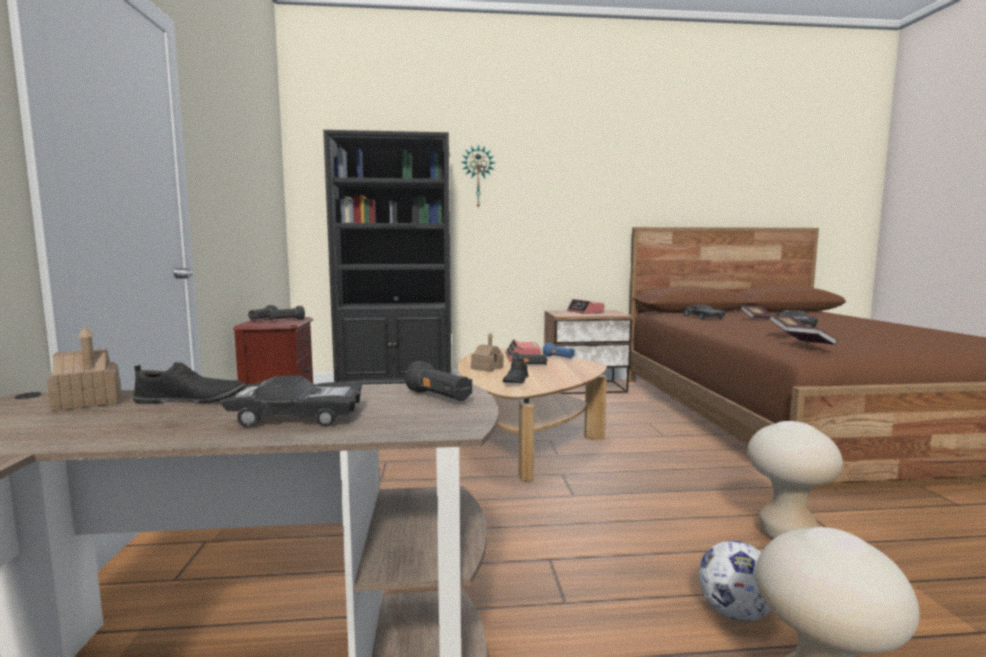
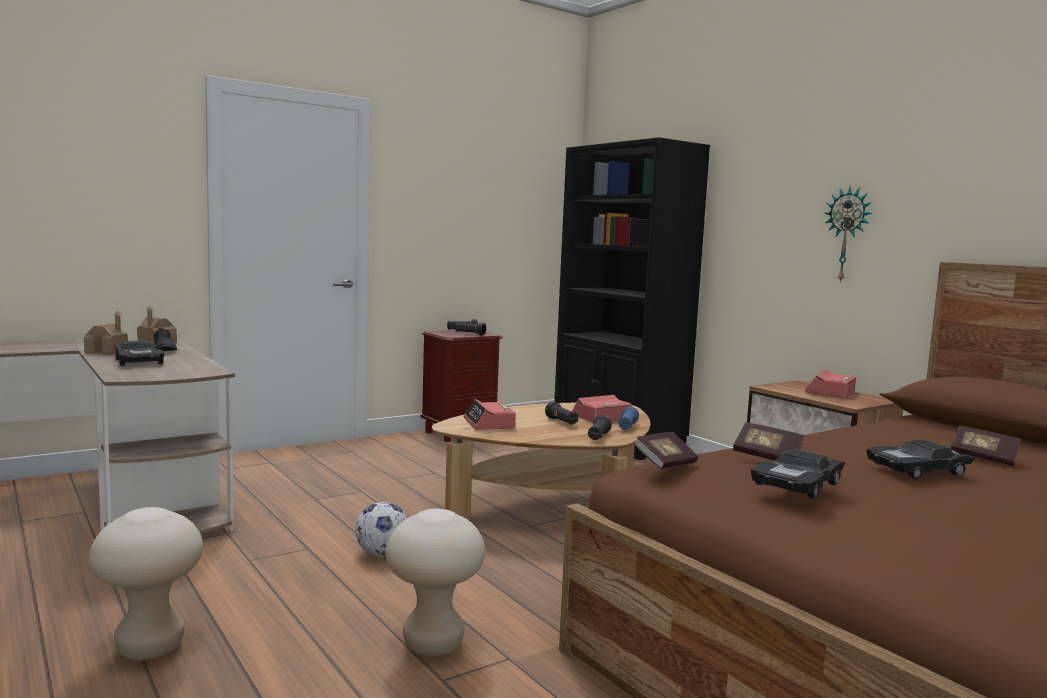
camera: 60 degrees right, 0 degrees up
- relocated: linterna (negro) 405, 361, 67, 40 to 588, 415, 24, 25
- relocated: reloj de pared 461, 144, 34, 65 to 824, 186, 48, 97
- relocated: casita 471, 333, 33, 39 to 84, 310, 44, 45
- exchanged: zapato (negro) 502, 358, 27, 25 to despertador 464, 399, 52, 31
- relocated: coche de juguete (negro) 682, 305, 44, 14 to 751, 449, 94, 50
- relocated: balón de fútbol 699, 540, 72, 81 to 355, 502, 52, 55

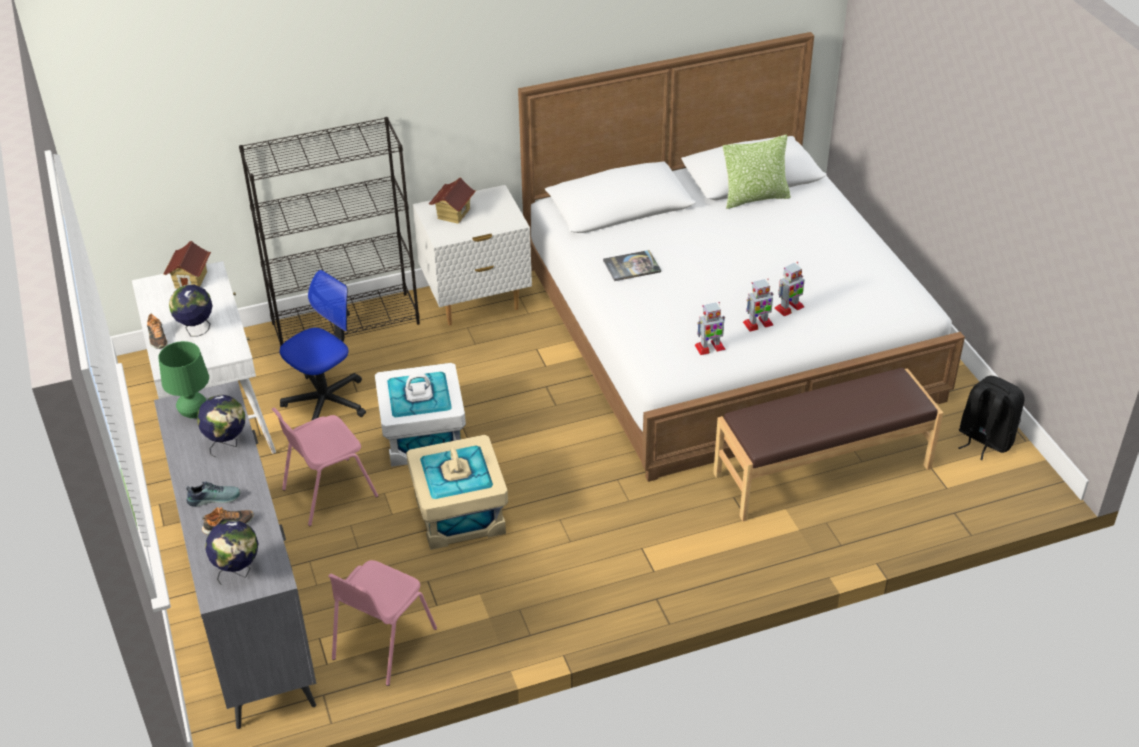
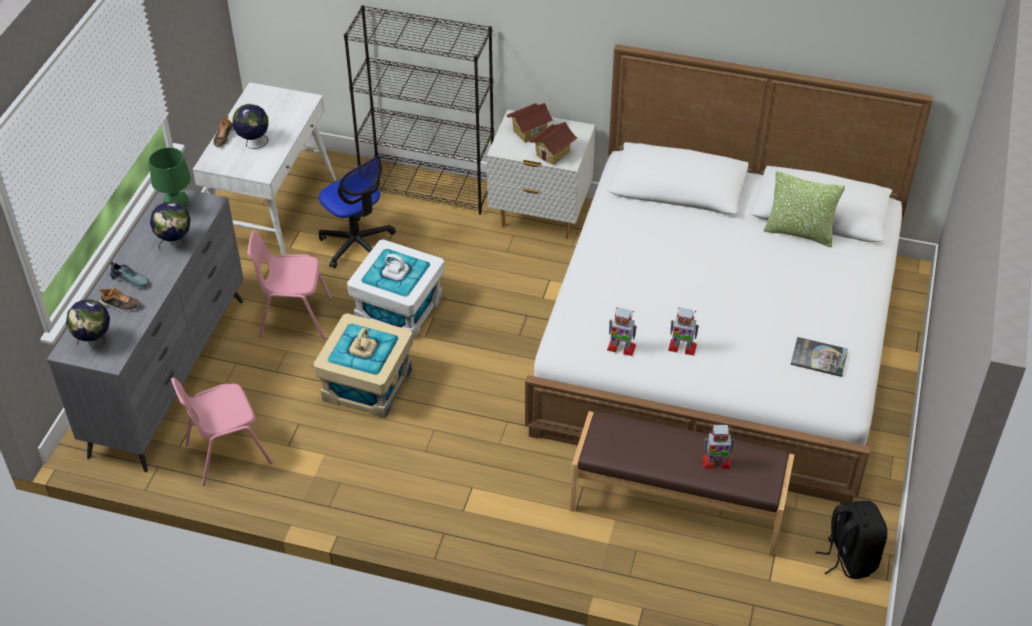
camera: 35 degrees right, 5 degrees up
- relocated: casita 164, 241, 47, 48 to 529, 122, 48, 43
- spun: silla de oficina 280, 270, 86, 151 = 319, 156, 77, 112 60 degrees clockwise
- relocated: libro 603, 250, 58, 31 to 791, 337, 57, 40
- relocated: robot de juguete 774, 262, 31, 54 to 703, 425, 32, 44

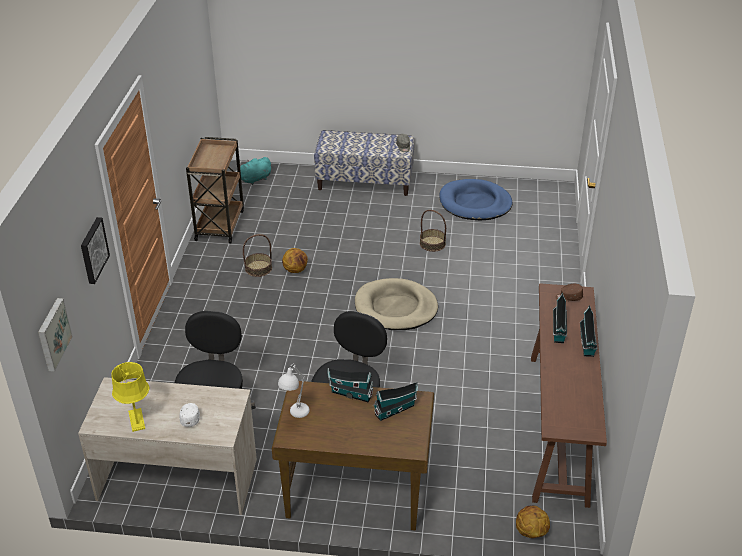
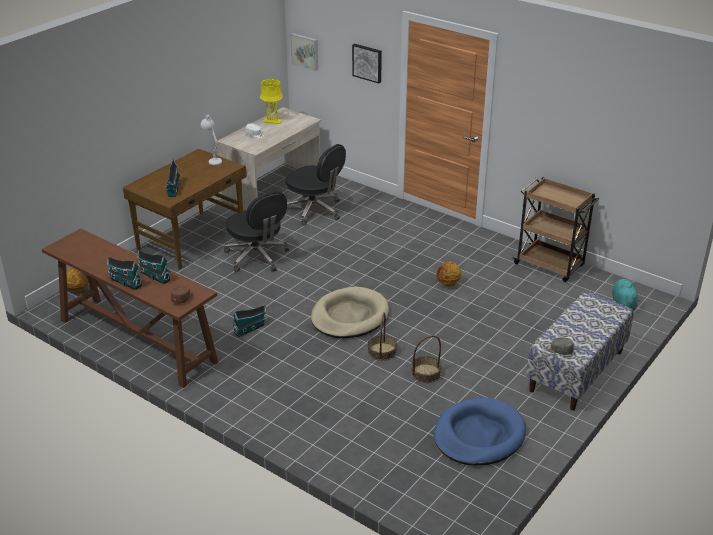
camera: 120 degrees right, 5 degrees down
- relocated: cesta 243, 234, 29, 43 to 368, 312, 29, 49
- relocated: casita 327, 368, 47, 34 to 232, 305, 34, 32

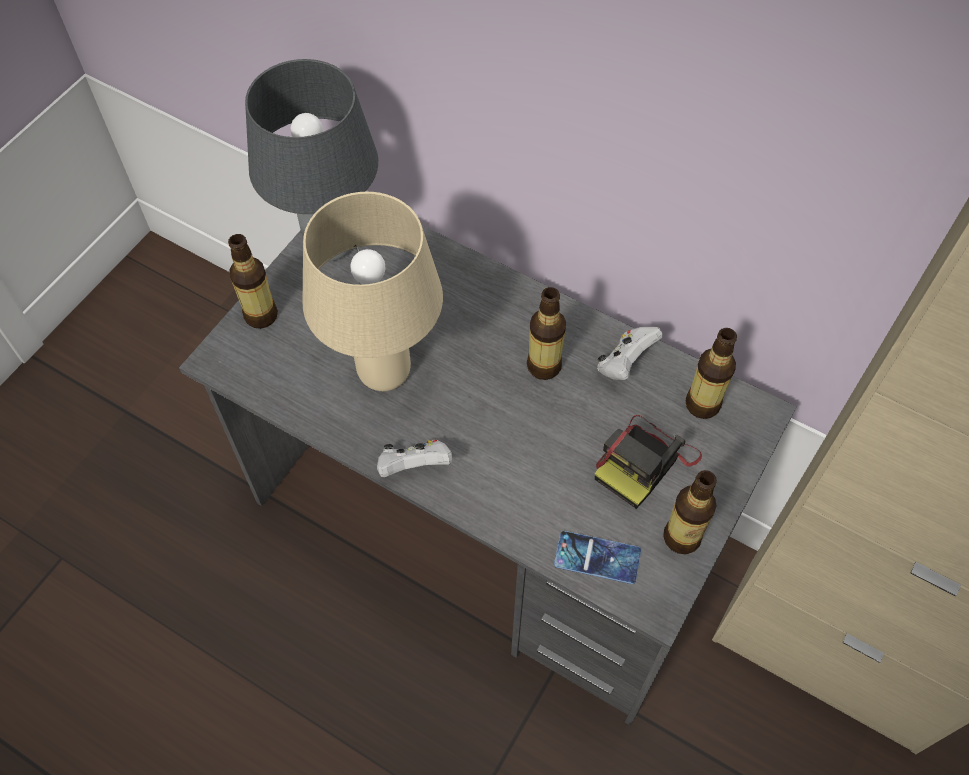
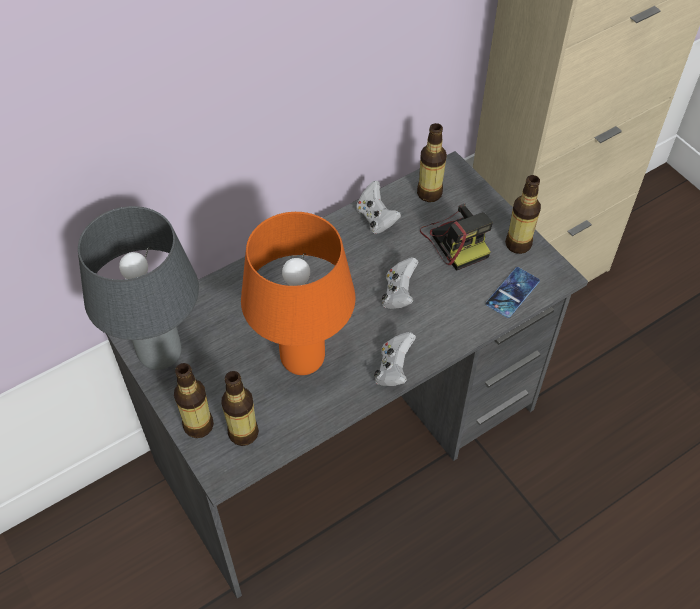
camera: 65 degrees left, 5 degrees down
- colour: lámpara de mesa (beis) 303, 192, 140, 199 to lámpara de mesa (naranja) 241, 212, 114, 163
- relocated: botella 527, 287, 39, 93 to 221, 371, 38, 75
- appeared: mando de consola (blanco) 382, 257, 37, 52

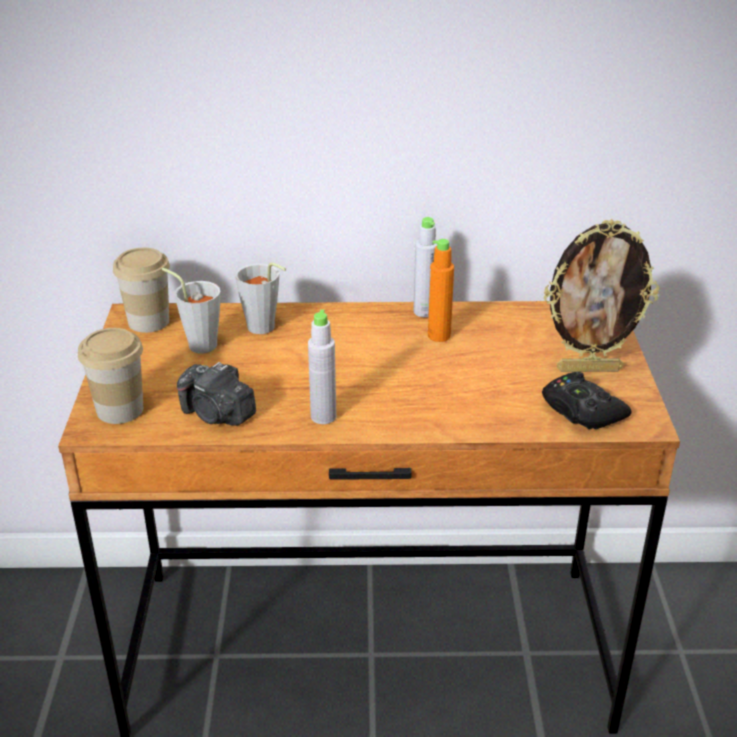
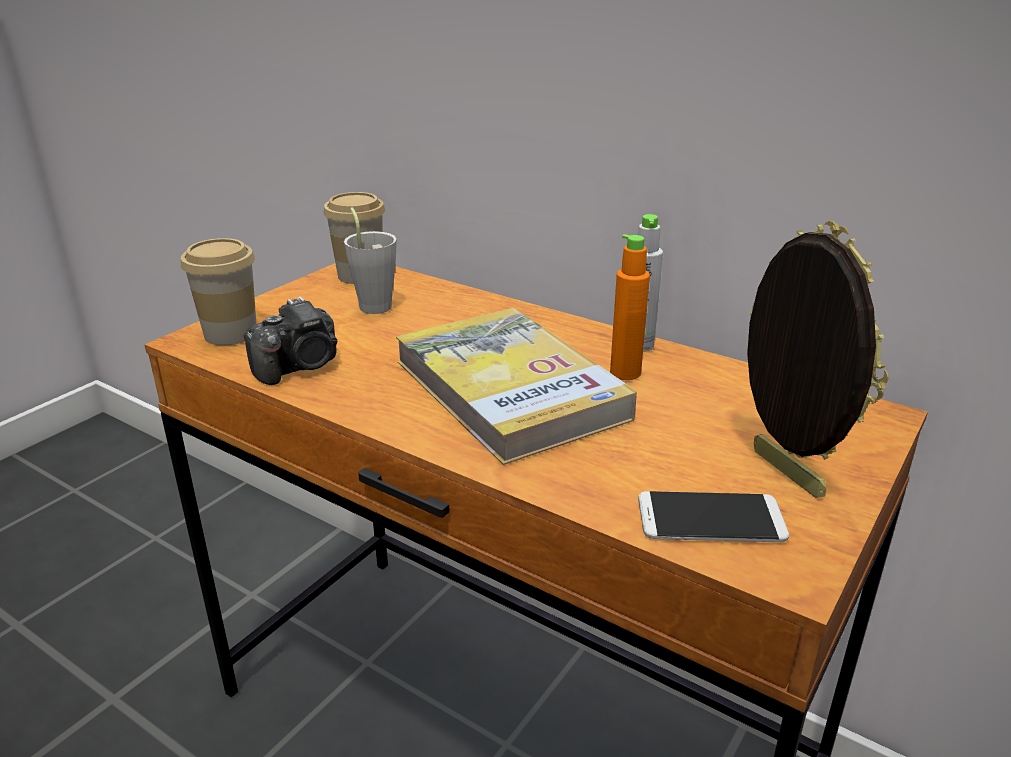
camera: 35 degrees right, 5 degrees down
- spun: cámara 177, 362, 79, 64 = 244, 296, 93, 89 105 degrees counterclockwise
- missing: taza (gris) 235, 263, 51, 71
- missing: botella (gris) 308, 309, 28, 115
- exchanged: mando de consola (negro) 542, 372, 89, 57 to móvil 638, 491, 151, 51
- spun: portarretratos 544, 219, 115, 153 = 747, 221, 141, 277 150 degrees counterclockwise
- appeared: libro 396, 308, 241, 157

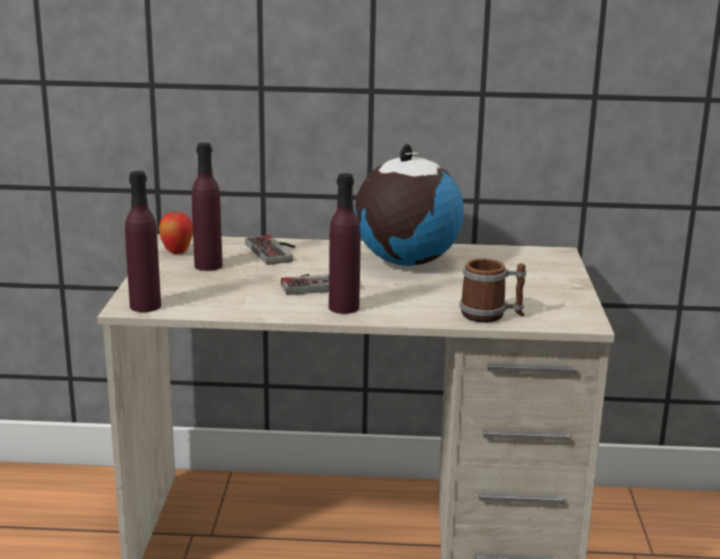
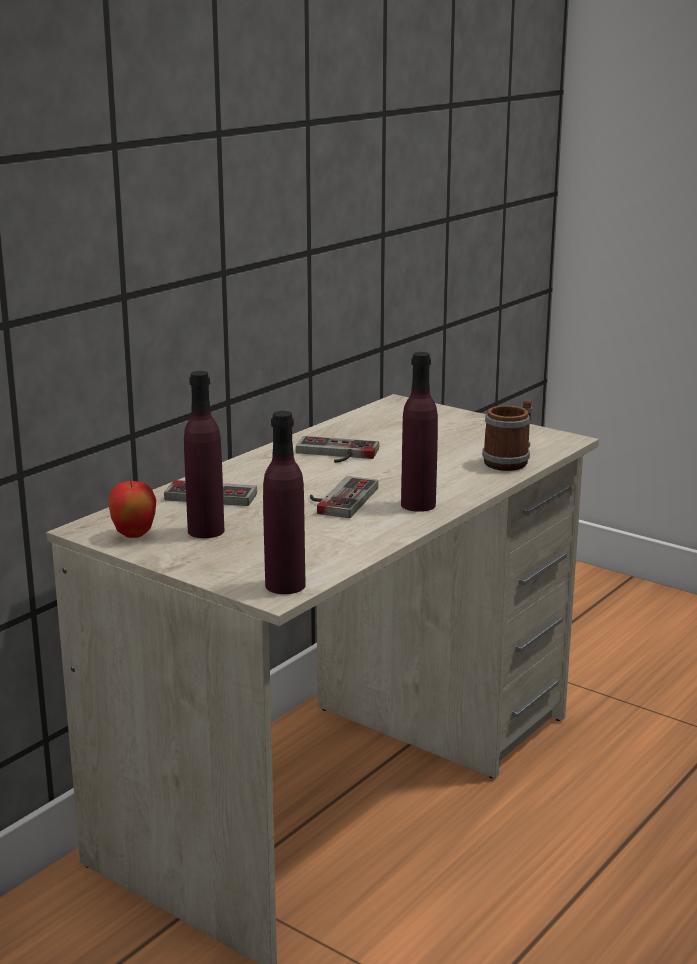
camera: 55 degrees left, 0 degrees up
- exchanged: globo terráqueo 355, 144, 109, 122 to mando de consola 296, 436, 83, 27

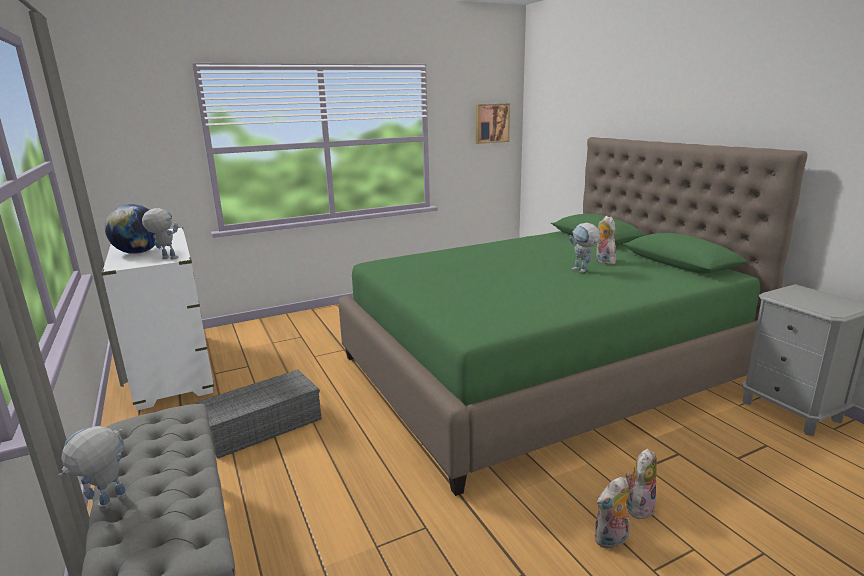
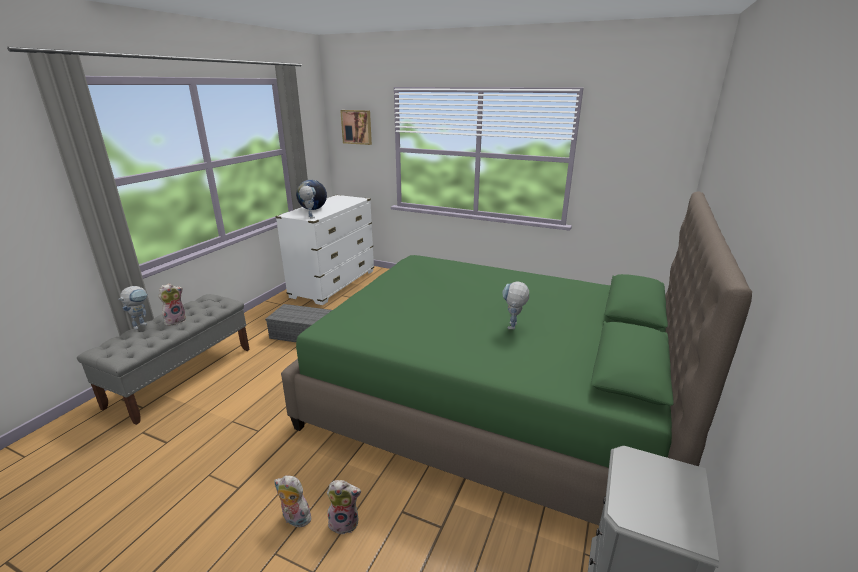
camera: 50 degrees right, 5 degrees up
- spun: robot de juguete 59, 426, 68, 84 = 118, 286, 30, 44 120 degrees clockwise
- relocated: cuadro 476, 103, 34, 41 to 340, 110, 32, 35
- relocated: peluche 596, 216, 20, 49 to 159, 283, 27, 43

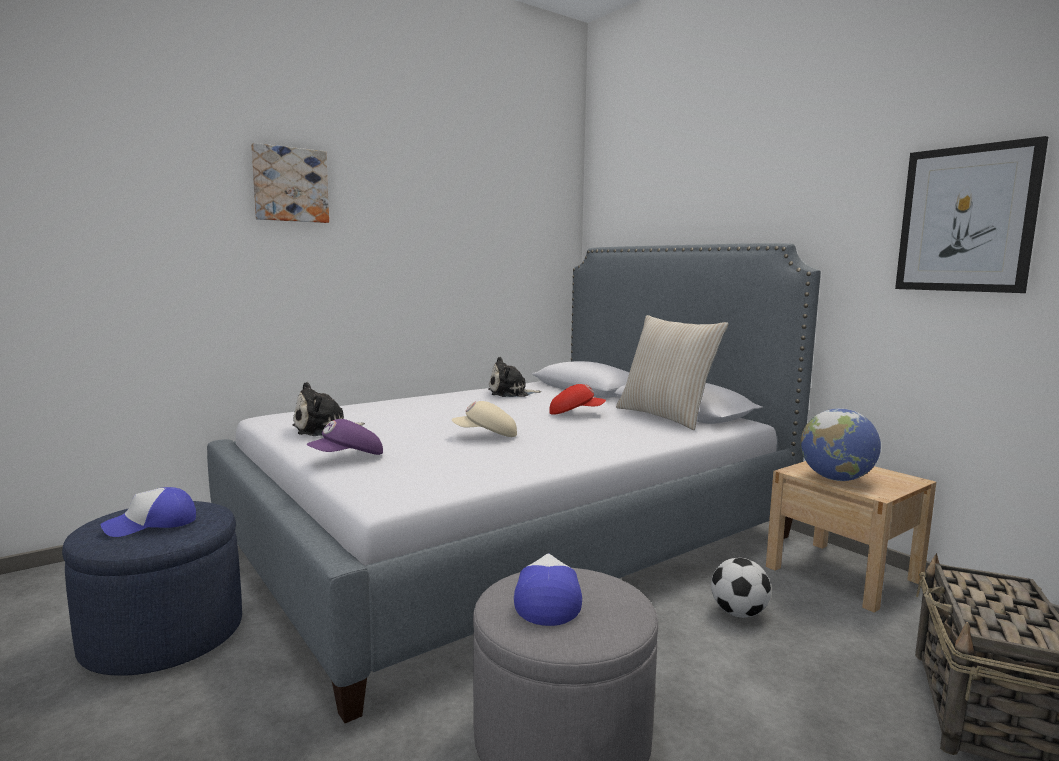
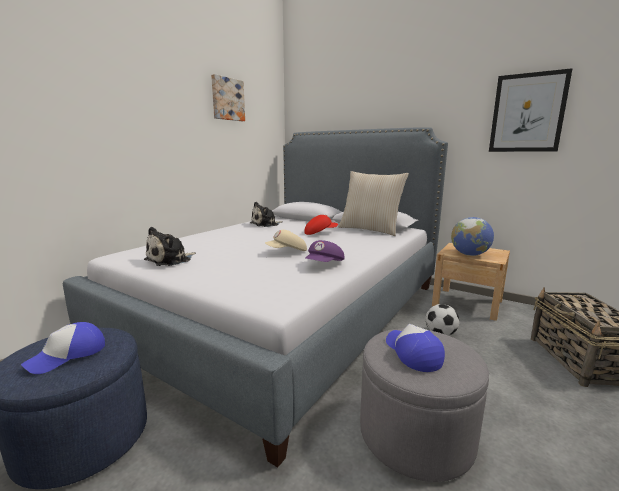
camera: 20 degrees left, 5 degrees up
- relocated: cuadro 251, 143, 78, 80 to 211, 74, 34, 47
- relocated: gorra (morado) 307, 419, 76, 36 to 306, 240, 39, 22

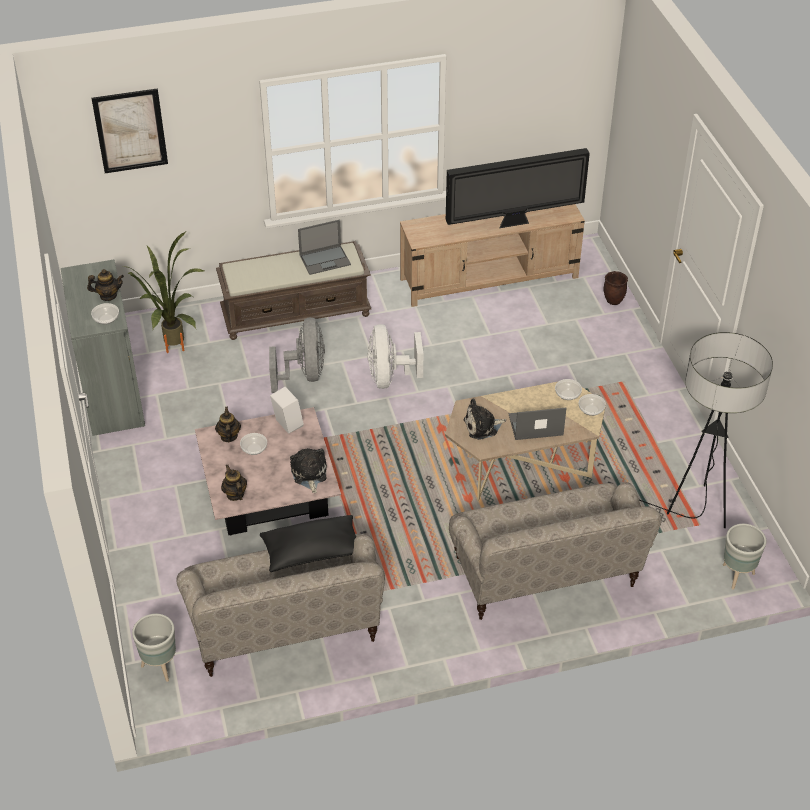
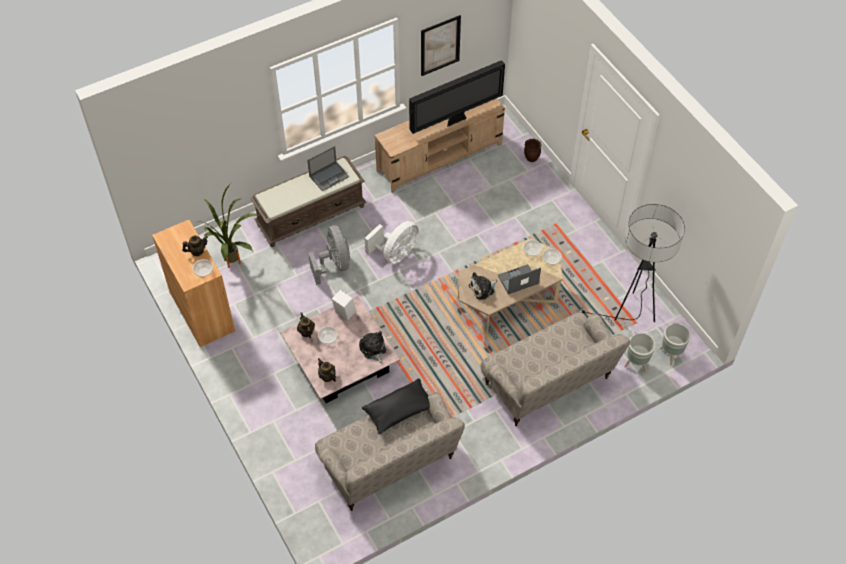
camera: 15 degrees left, 10 degrees up
- colour: armario (gris) 61, 260, 84, 176 to armario (marrón) 152, 220, 83, 127
- relocated: cuadro 92, 88, 76, 85 to 421, 15, 40, 61
- relocated: maceta (gris) 132, 614, 44, 68 to 624, 333, 32, 40
- spun: ventilador (blanco) 368, 324, 55, 65 = 364, 221, 55, 43 120 degrees counterclockwise

